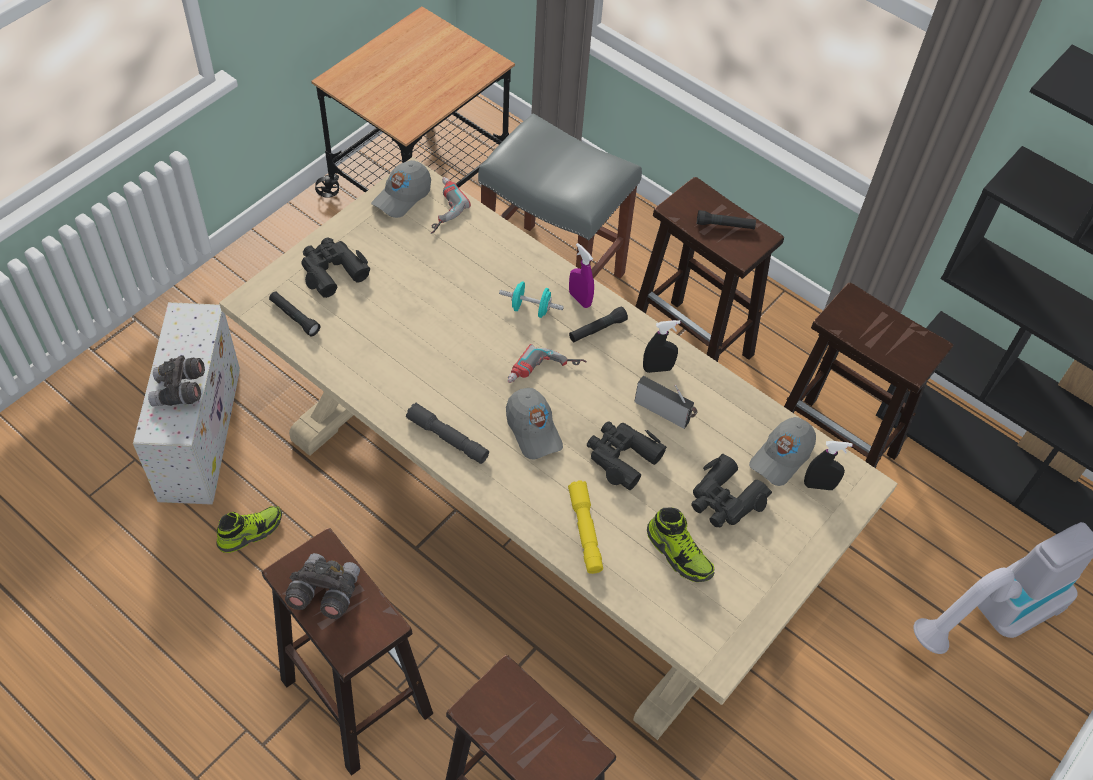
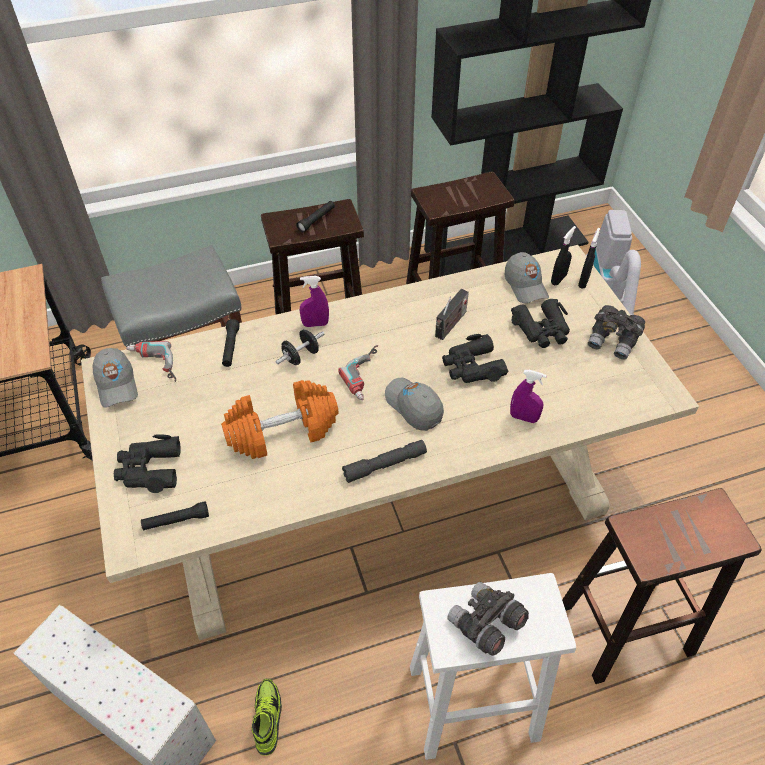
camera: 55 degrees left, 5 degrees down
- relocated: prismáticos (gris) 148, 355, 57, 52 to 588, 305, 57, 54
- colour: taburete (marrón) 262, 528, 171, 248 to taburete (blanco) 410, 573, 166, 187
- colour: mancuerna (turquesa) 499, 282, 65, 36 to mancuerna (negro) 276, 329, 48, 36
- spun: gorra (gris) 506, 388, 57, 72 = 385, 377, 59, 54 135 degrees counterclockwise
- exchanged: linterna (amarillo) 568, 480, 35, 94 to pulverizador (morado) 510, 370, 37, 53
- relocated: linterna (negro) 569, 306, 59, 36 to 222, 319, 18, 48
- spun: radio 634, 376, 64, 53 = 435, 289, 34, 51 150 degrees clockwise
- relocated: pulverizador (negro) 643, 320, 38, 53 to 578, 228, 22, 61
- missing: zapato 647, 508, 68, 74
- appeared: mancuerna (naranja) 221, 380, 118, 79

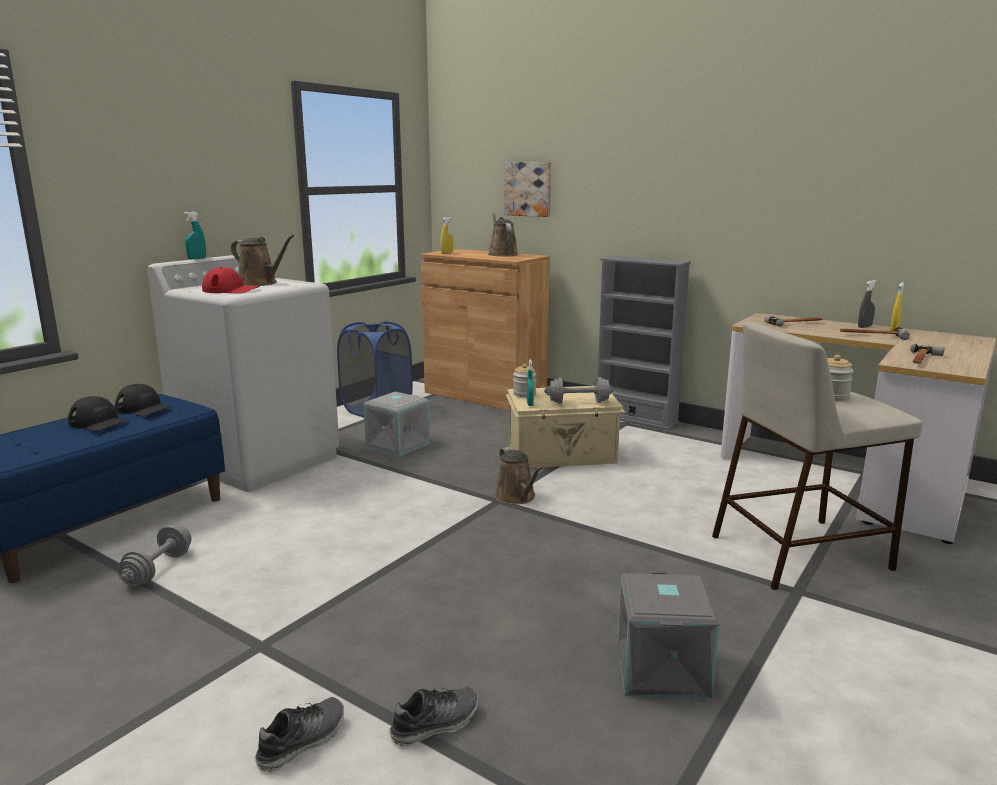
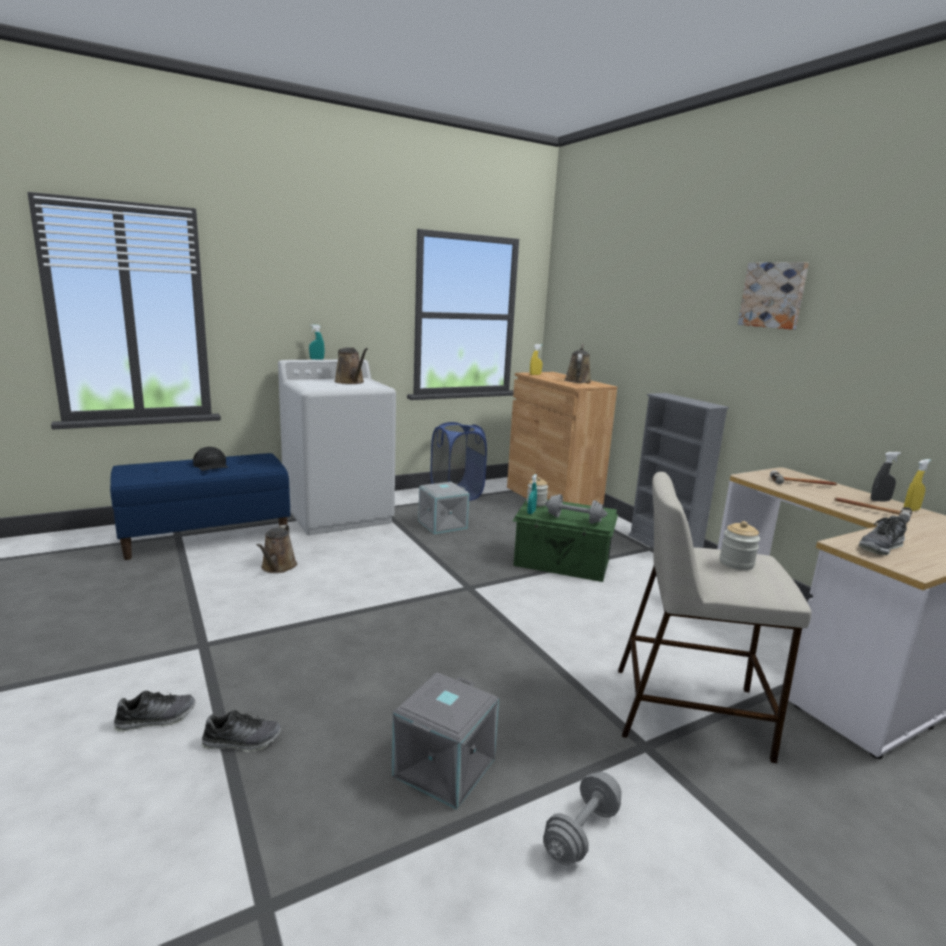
camera: 25 degrees right, 0 degrees up
- missing: gorra (negro) 115, 384, 57, 32
- relocated: mancuerna (gris) 117, 525, 75, 61 to 543, 772, 78, 93
- missing: gorra (rojo) 202, 267, 58, 26
- relocated: regadera (marrón) 494, 447, 49, 58 to 257, 525, 40, 48
- relocated: cuadro 504, 162, 47, 55 to 738, 262, 71, 68
- colour: caja de almacenaje (beis) 506, 386, 120, 82 to caja de almacenaje (verde) 513, 499, 105, 83
- exchanged: martillo 910, 344, 35, 20 to zapato 859, 515, 48, 40

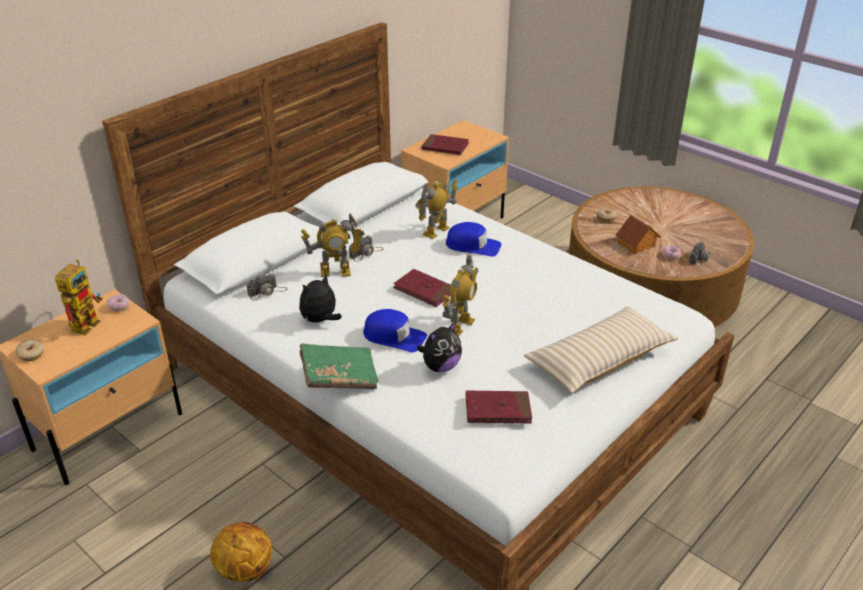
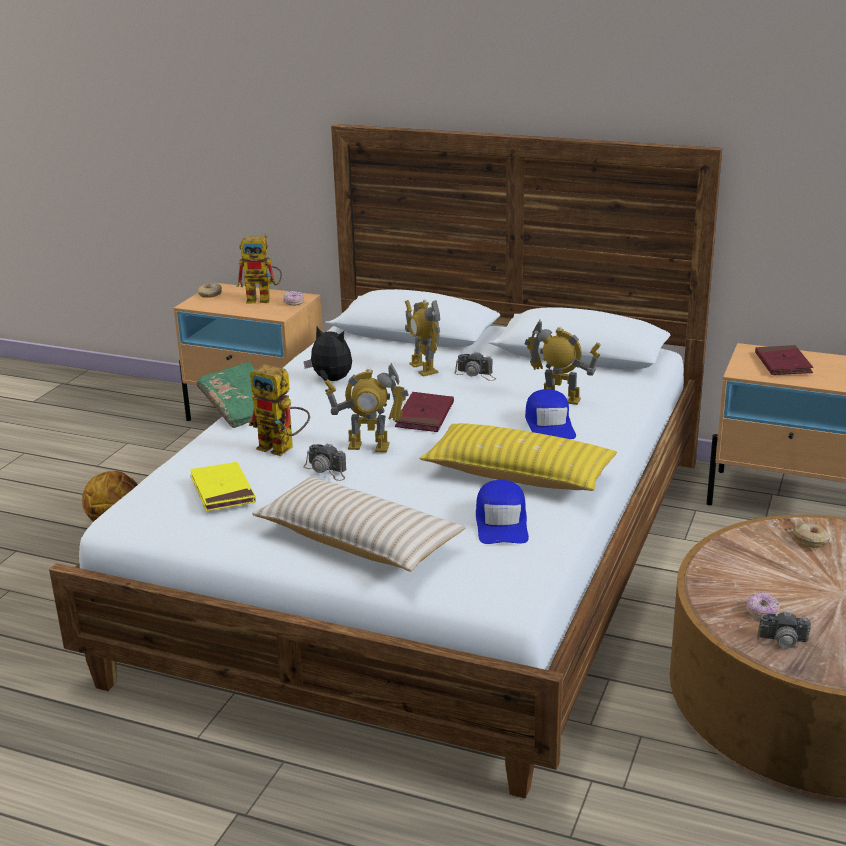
camera: 70 degrees right, 10 degrees down
- relocated: cámara 246, 273, 41, 28 to 303, 443, 44, 38
- relocated: gorra (azul) 363, 309, 64, 43 to 476, 480, 53, 64
- exchanged: peluche 417, 322, 45, 50 to robot de juguete 249, 364, 61, 92
- colour: libro (rojo) 466, 391, 66, 32 to libro (amarillo) 190, 462, 66, 49
- missing: casita 615, 215, 45, 39
- appeared: cojín (amarillo) 420, 423, 197, 68

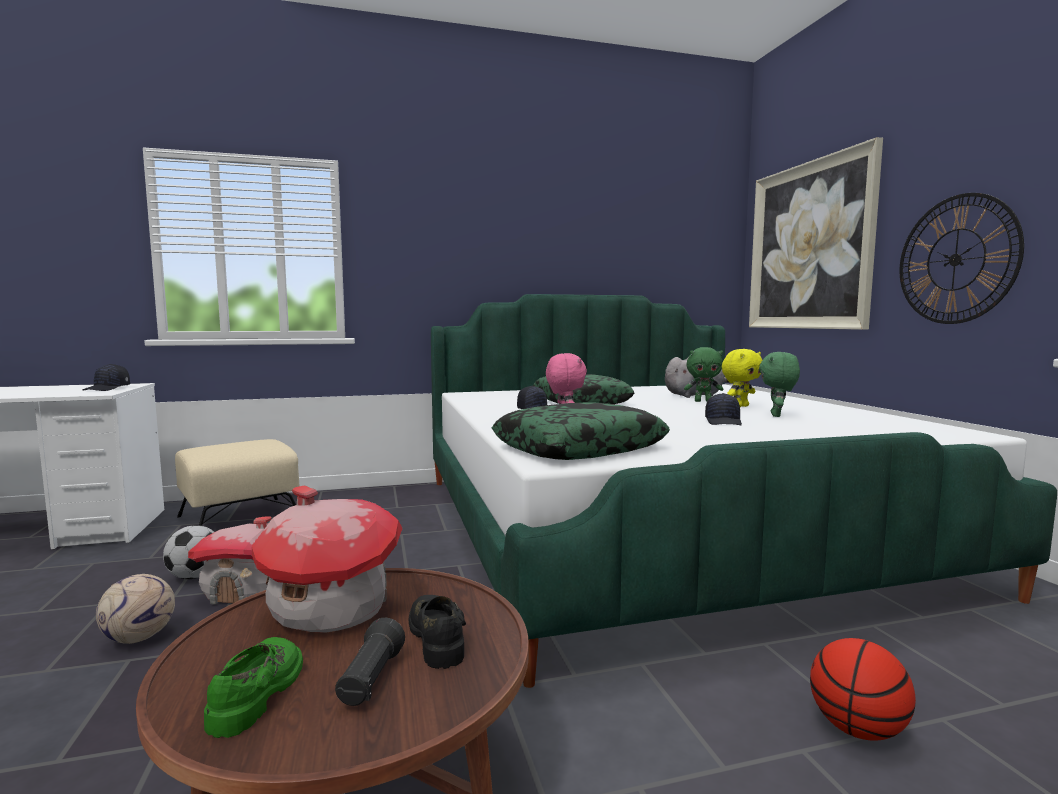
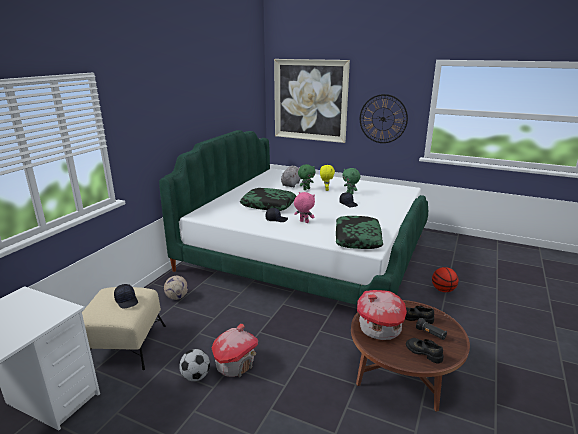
camera: 50 degrees left, 15 degrees up
- relocated: gorra (negro) 83, 364, 47, 27 to 114, 284, 24, 25
- relocated: balón de fútbol 96, 574, 79, 70 to 164, 276, 24, 24
- colour: zapato (verde) 204, 637, 99, 101 to zapato (negro) 406, 338, 37, 26

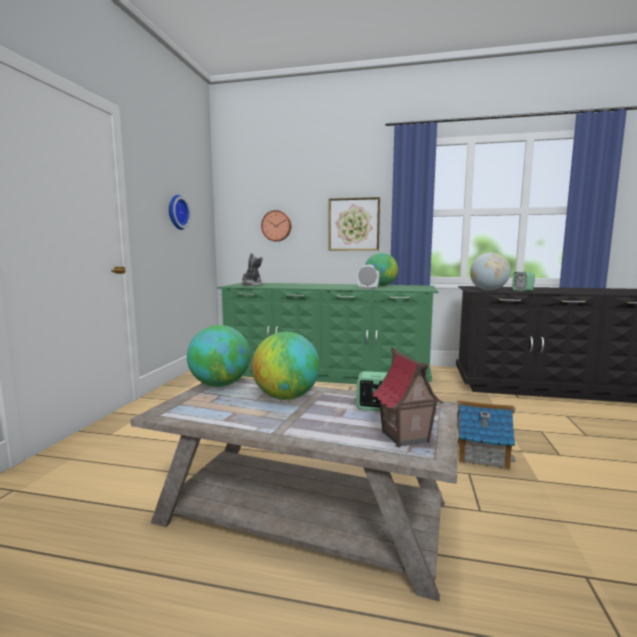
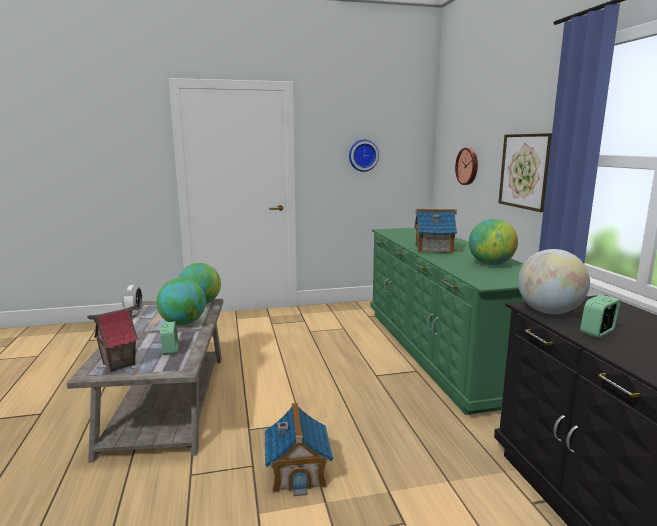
camera: 65 degrees right, 5 degrees up
- missing: peluche 242, 253, 22, 33
- relocated: despertador 357, 265, 23, 24 to 122, 285, 20, 32
- appeared: casita 414, 209, 43, 44

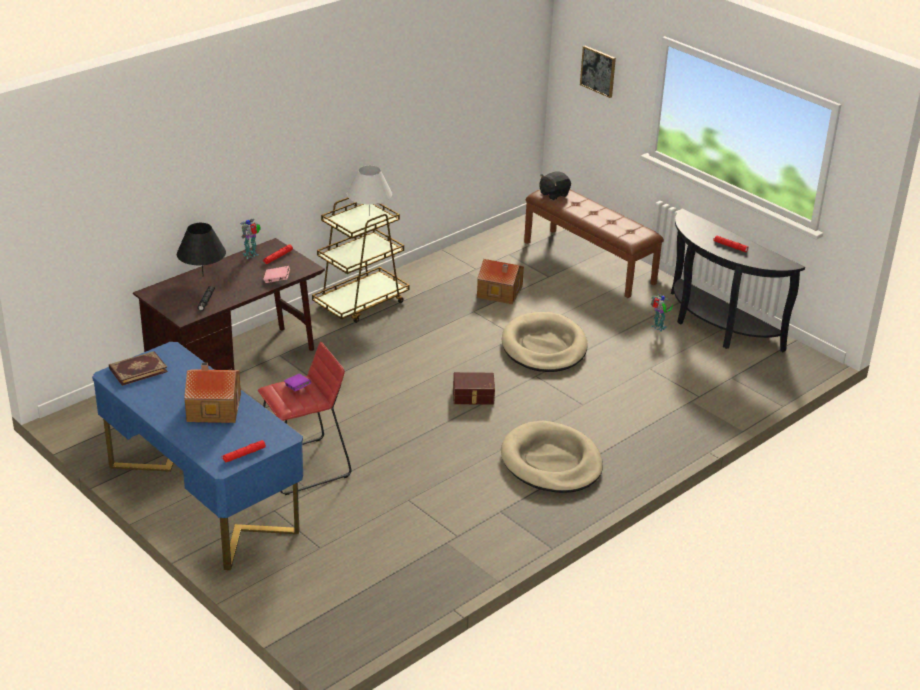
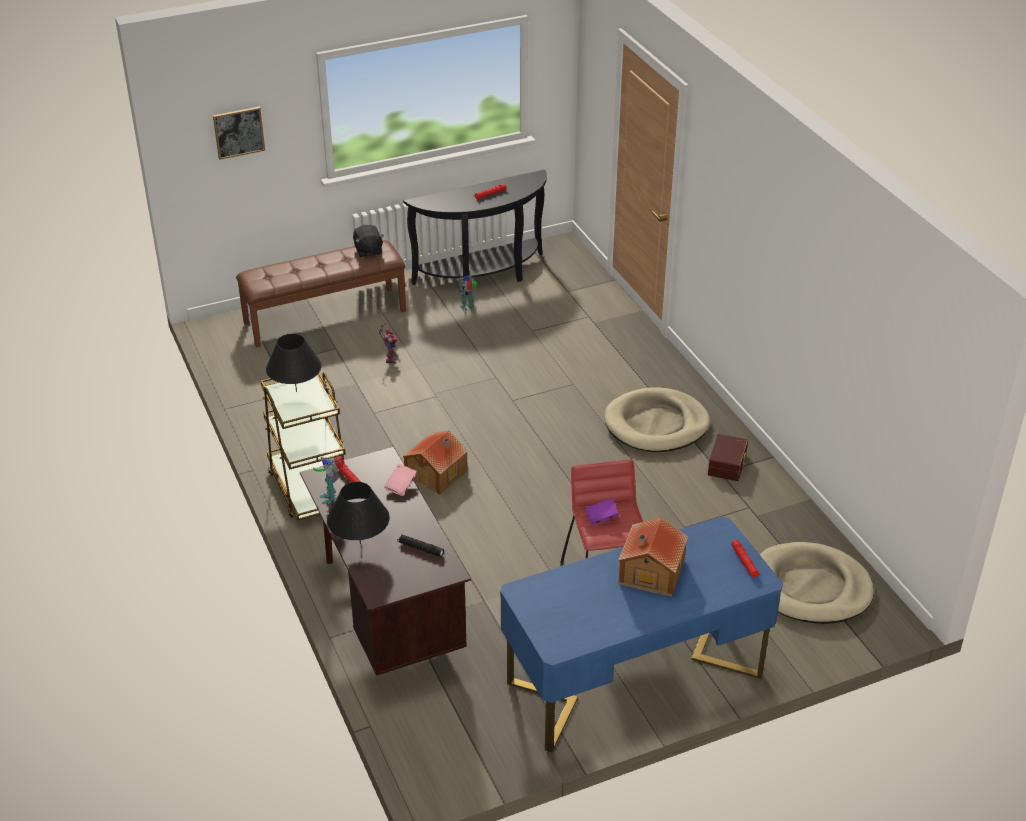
camera: 70 degrees left, 5 degrees up
- missing: libro 109, 351, 59, 35
- colour: lámpara de mesa (blanco) 347, 165, 45, 51 to lámpara de mesa (negro) 266, 334, 55, 58
- relocated: caja de almacenaje (marrón) 453, 372, 42, 33 to 708, 434, 40, 47
- relocated: casita 477, 259, 47, 45 to 403, 431, 65, 64
- relocated: cama para perro (beis) 502, 312, 86, 60 to 760, 542, 114, 82
- relocated: peluche (negro) 539, 171, 32, 29 to 353, 225, 31, 33
- appeared: robot de juguete 379, 323, 19, 40

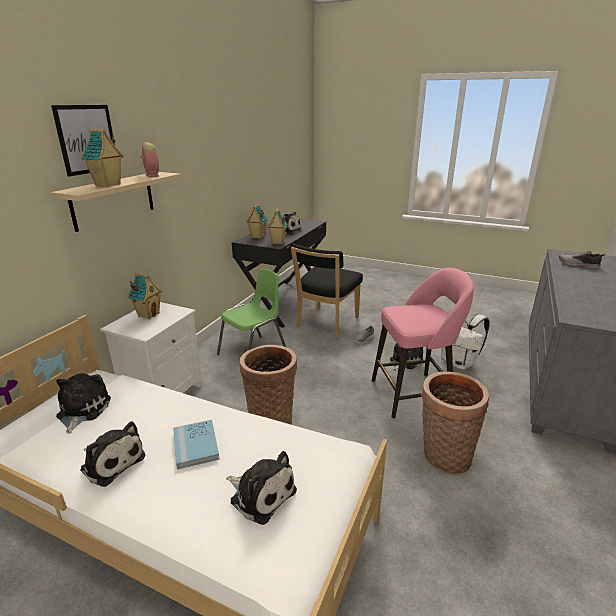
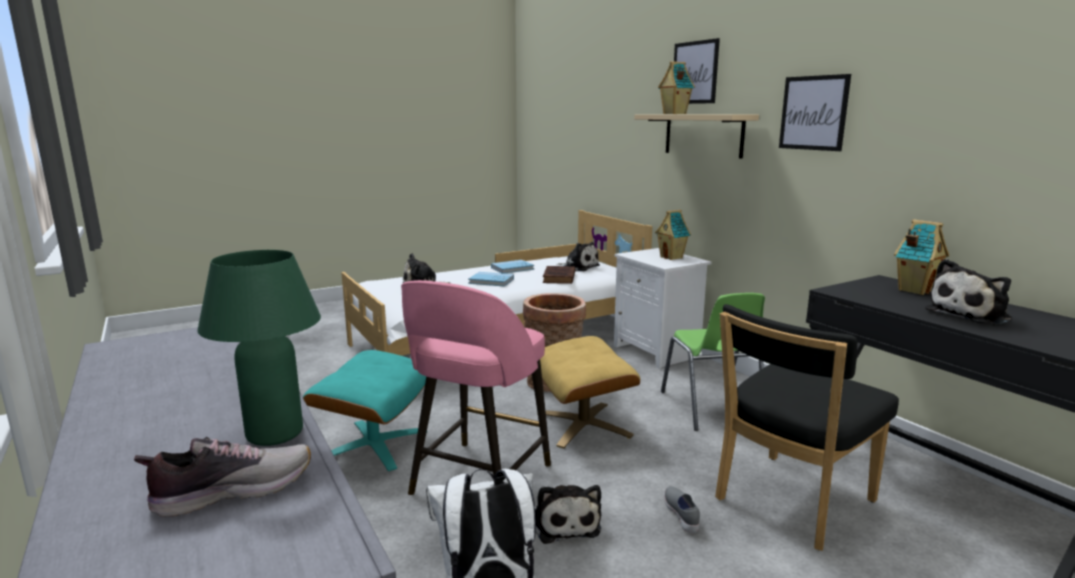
camera: 125 degrees right, 10 degrees down
- exchanged: peluche 80, 421, 65, 66 to libro (azul) 491, 260, 43, 14
- missing: despertador 140, 142, 19, 35
- missing: casita 267, 208, 21, 36
- spun: silla (negro) 291, 243, 72, 94 = 715, 304, 184, 247 105 degrees counterclockwise
- exchanged: cesta 421, 372, 68, 102 to puf (turquesa) 303, 350, 124, 121
- appeared: lámpara de mesa (verde) 197, 250, 124, 196
- appeared: puf (beis) 537, 336, 103, 112
- appeared: libro (marrón) 543, 266, 32, 18
- appeared: cuadro 779, 74, 72, 77

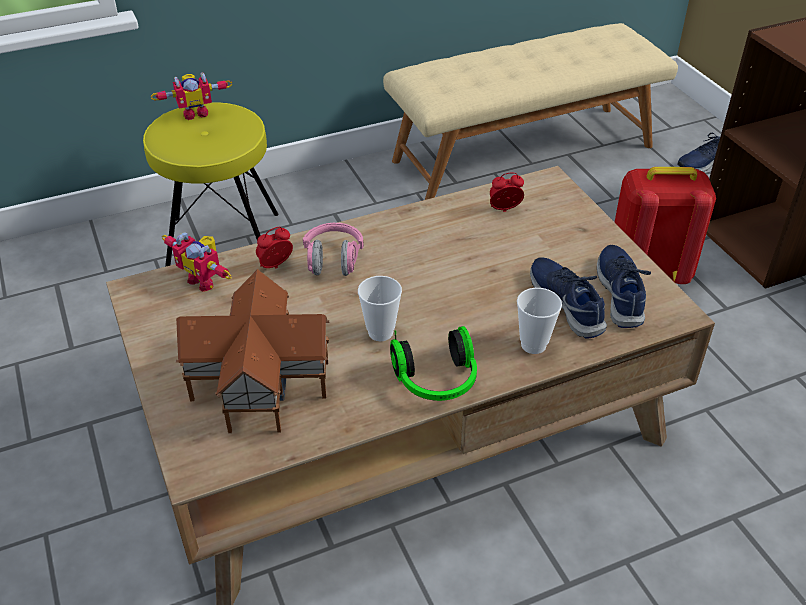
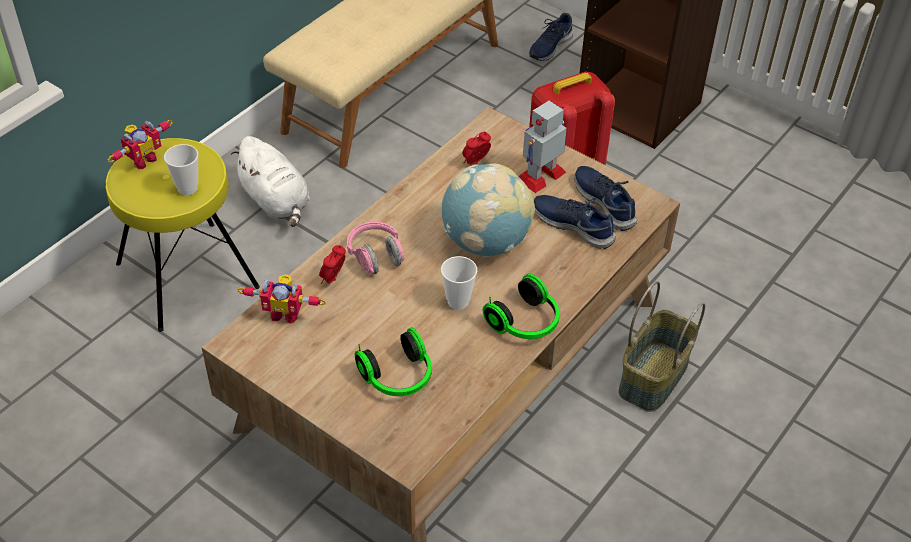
camera: 30 degrees left, 5 degrees up
- exchanged: casita 176, 269, 153, 164 to auriculares 355, 328, 77, 68
- relocated: taza 517, 288, 45, 66 to 164, 144, 34, 51
- appeared: peluche (blanco) 231, 136, 79, 91
- appeared: globo terráqueo 441, 163, 94, 94
- appeared: robot de juguete 519, 101, 48, 92
- appeared: cesta 618, 281, 87, 131

